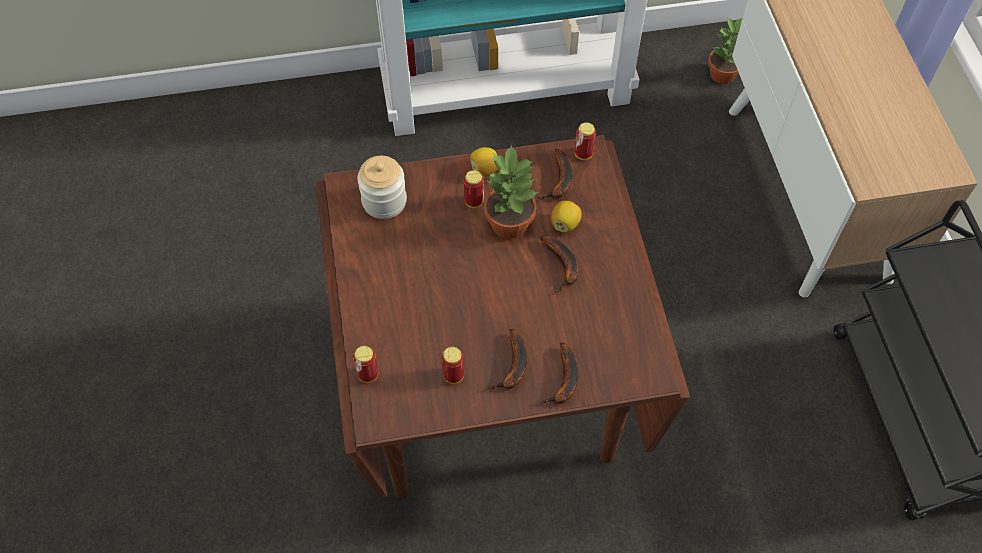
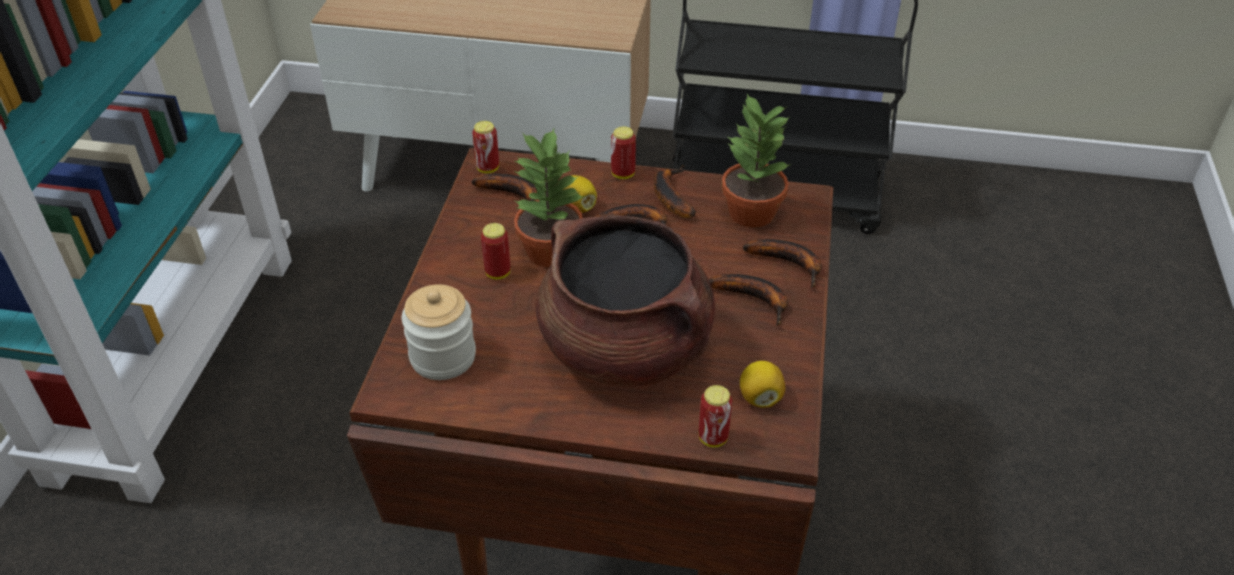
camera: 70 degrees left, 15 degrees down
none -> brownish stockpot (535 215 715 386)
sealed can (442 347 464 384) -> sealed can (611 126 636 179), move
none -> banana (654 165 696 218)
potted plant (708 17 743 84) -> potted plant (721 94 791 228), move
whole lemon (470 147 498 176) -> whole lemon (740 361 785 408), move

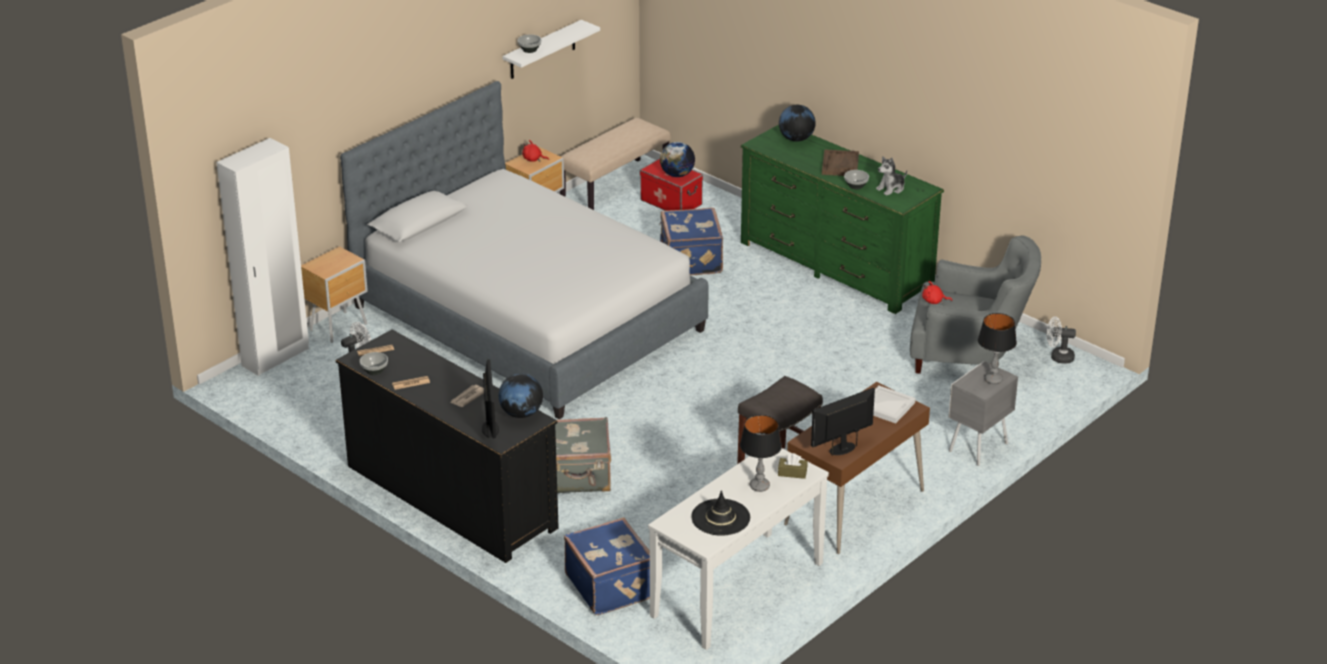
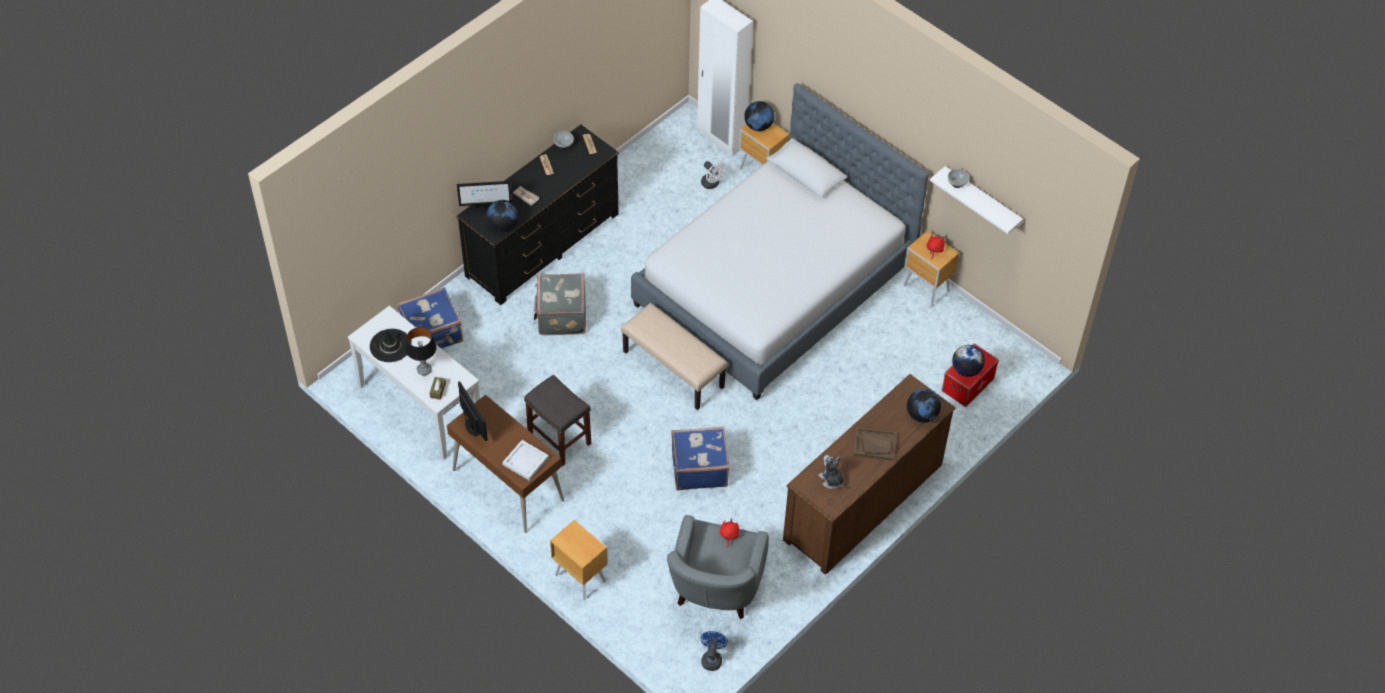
camera: 90 degrees right, 20 degrees up
grey night table (948 361 1018 466) -> brownish night table (550 520 608 600)
sand-coloured bench (560 118 671 210) -> sand-coloured bench (621 303 728 410), move
blue-coloured travel case (659 208 723 275) -> blue-coloured travel case (671 426 730 490), move
white-coloured cooling fan (1047 317 1076 364) -> blue-coloured cooling fan (701 631 728 671)
none -> desk globe (744 101 774 131)
green-coloured chest of drawers (741 125 944 314) -> brownish chest of drawers (783 374 956 575)
bowl (844 170 869 189) -> none
table lamp (978 313 1017 384) -> none

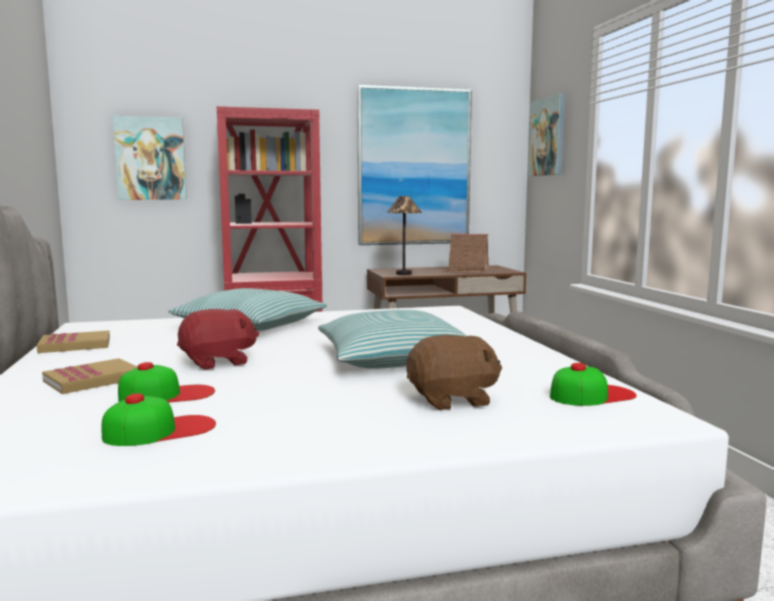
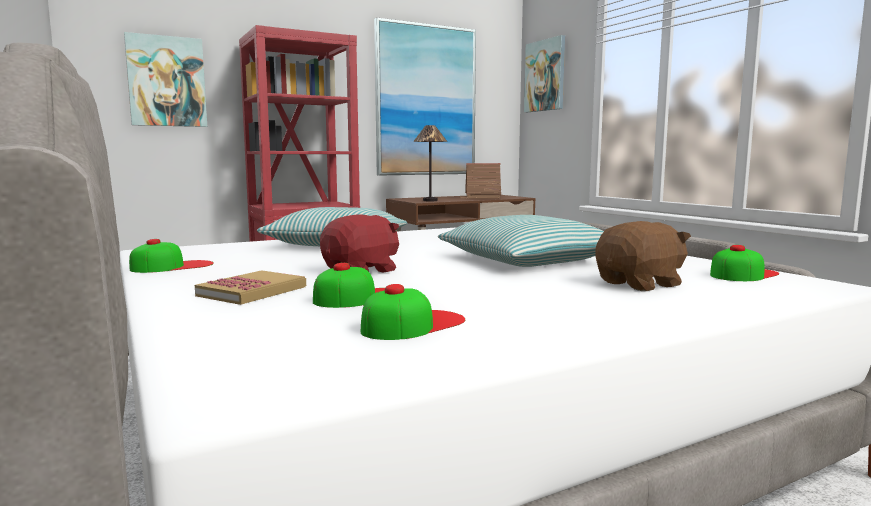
camera: 15 degrees left, 0 degrees up
volume (37 331 110 353) -> baseball cap (129 239 214 273)

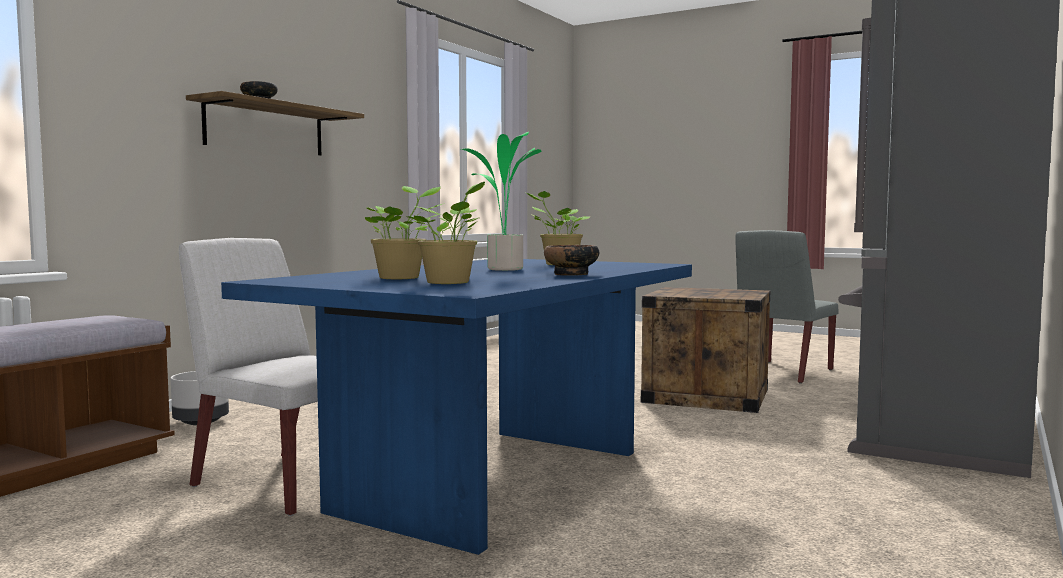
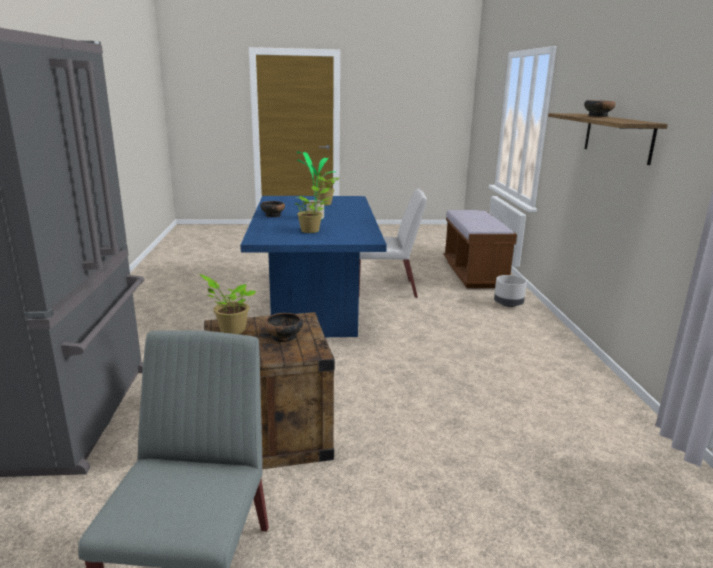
camera: 145 degrees right, 15 degrees up
potted plant (407 182 485 284) -> potted plant (199 274 256 334), move
none -> bowl (264 313 303 342)

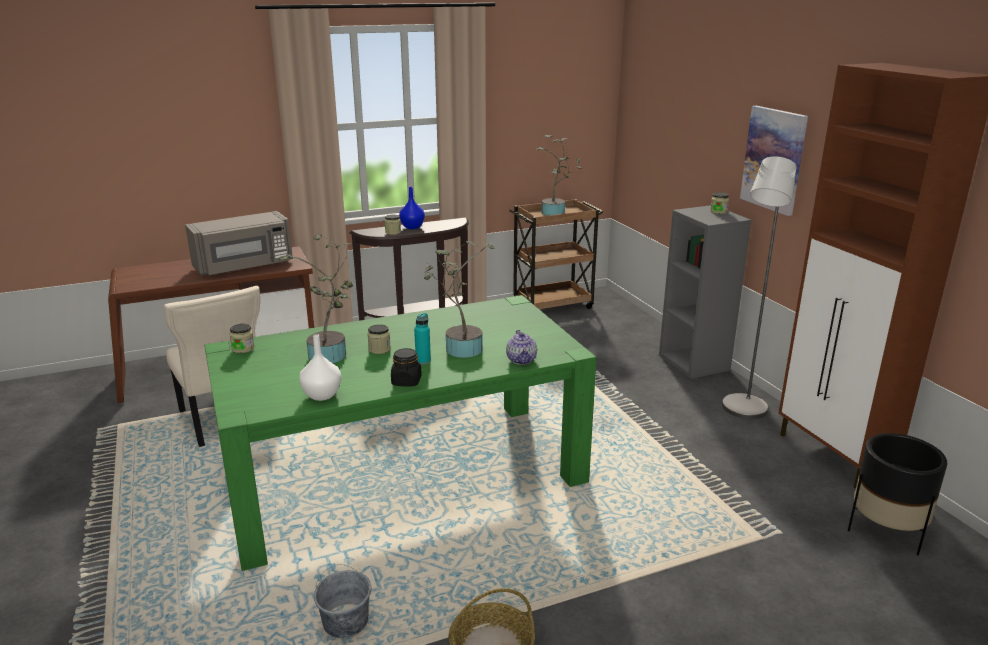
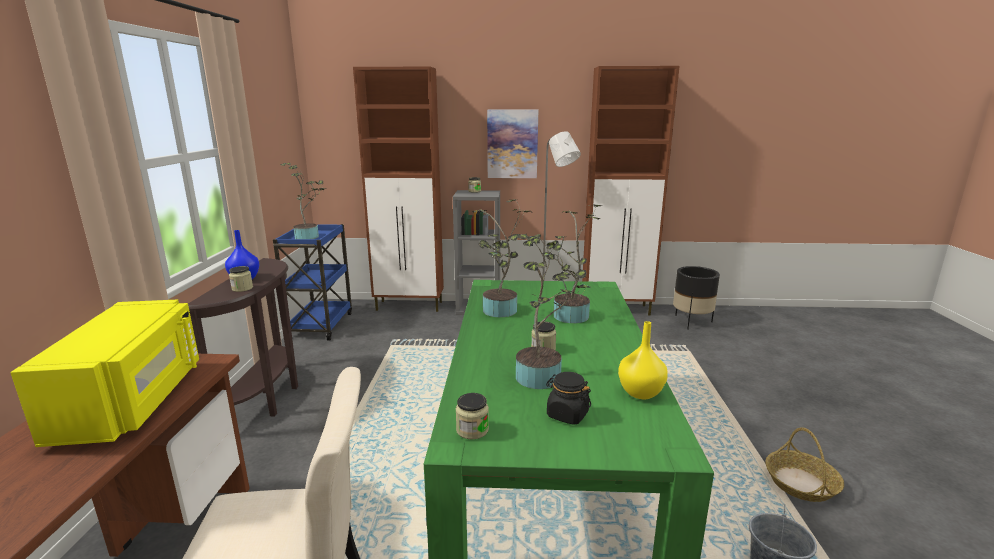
camera: 65 degrees left, 5 degrees down
grey kitchen microwave (185 211 293 275) -> yellow-coloured kitchen microwave (10 299 199 447)
brownish trolley (509 199 603 309) -> blue-coloured trolley (273 224 352 341)
none -> brownish cupboard (353 67 444 312)
none -> potted plant (472 200 532 317)
black jar (391 348 422 387) -> black jar (546 372 591 425), move
white-coloured vase (299 334 341 401) -> yellow-coloured vase (618 321 668 399)
turquoise-coloured drink bottle (414 313 431 365) -> none
pot for tea (506 330 537 365) -> none

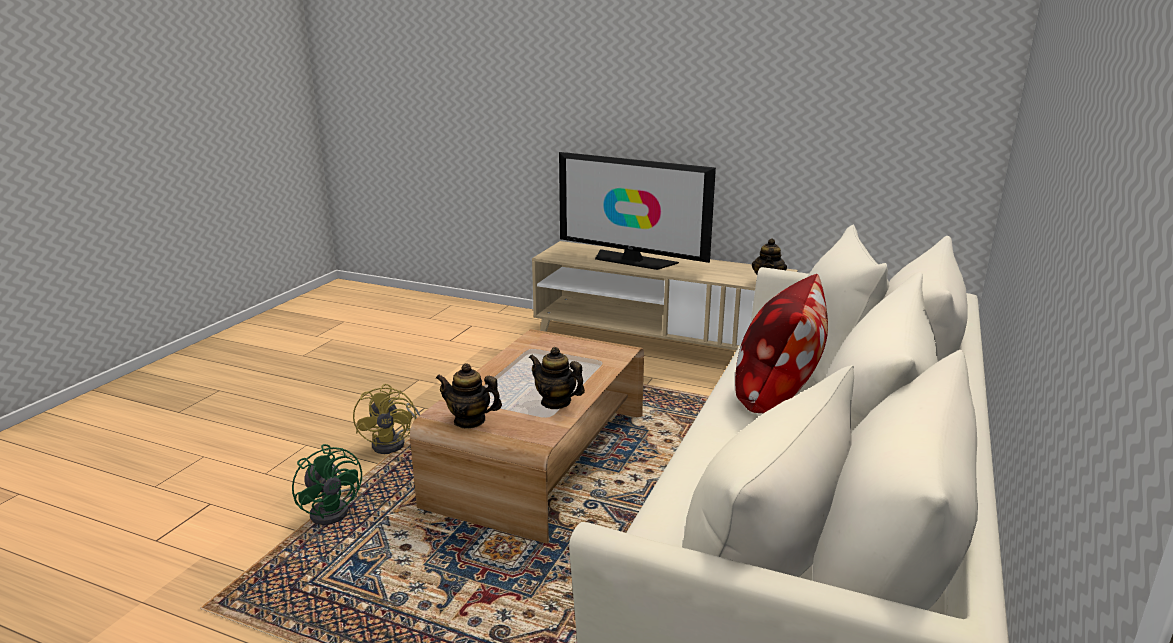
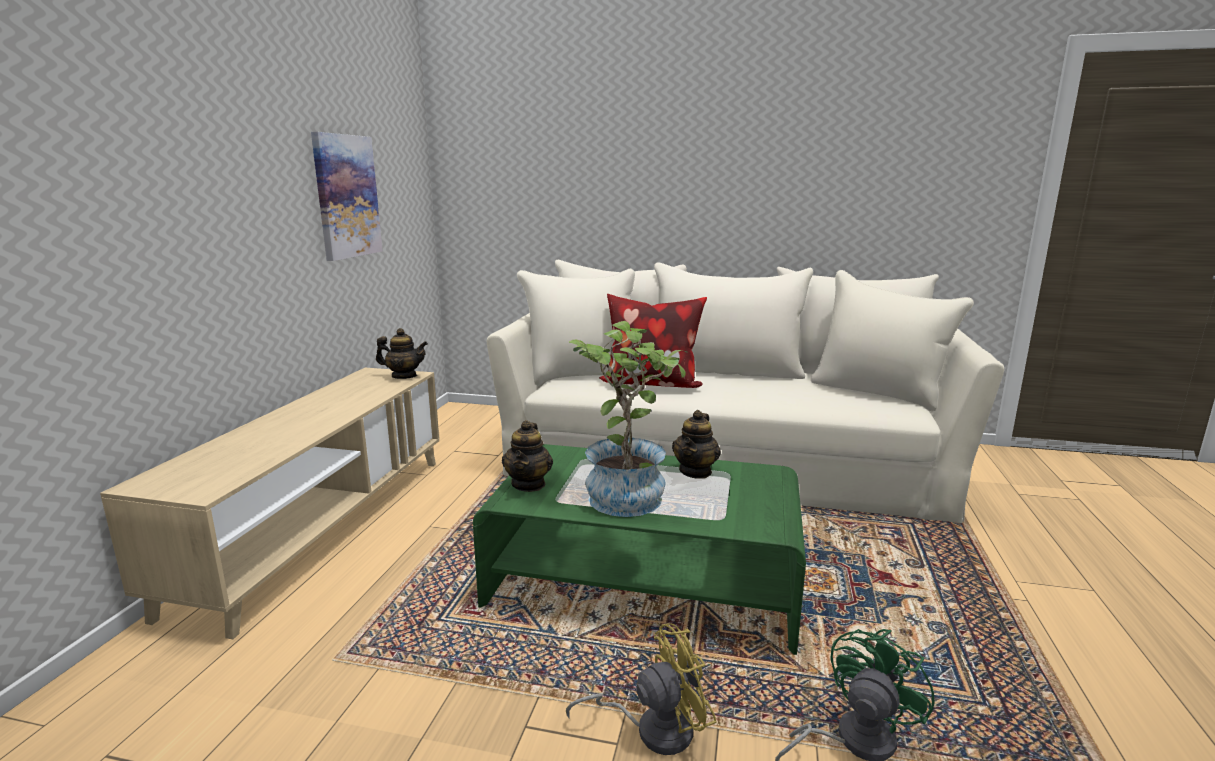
camera: 100 degrees left, 5 degrees down
none -> wall picture (311 132 383 261)
brownish low table (410 329 644 544) -> green-coloured low table (473 444 806 655)
pot for tea (436 363 502 429) -> pot for tea (502 420 553 492), move
none -> potted plant (569 321 688 517)
TV (559 152 716 270) -> none

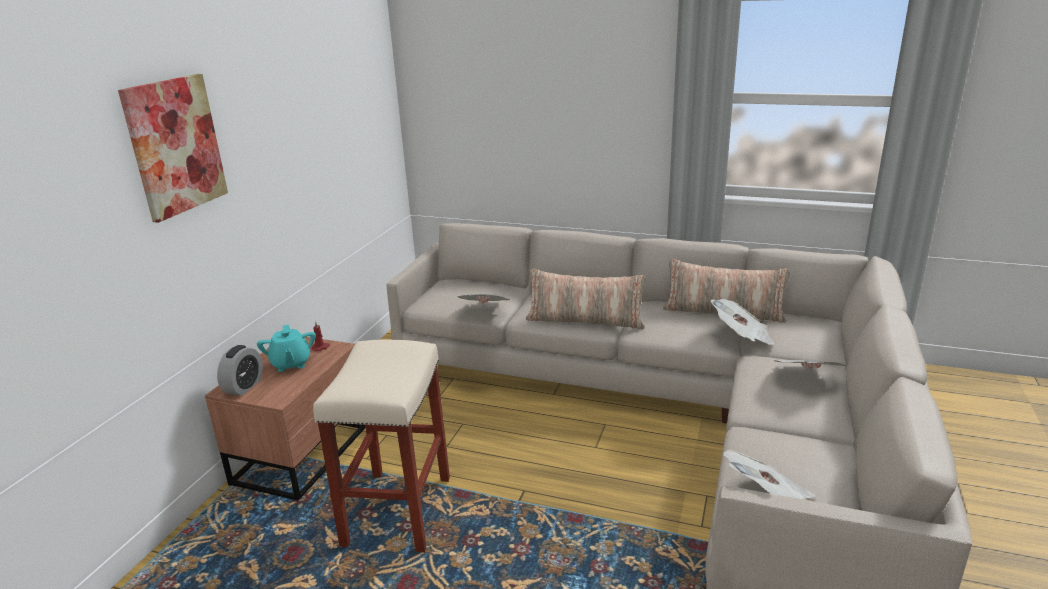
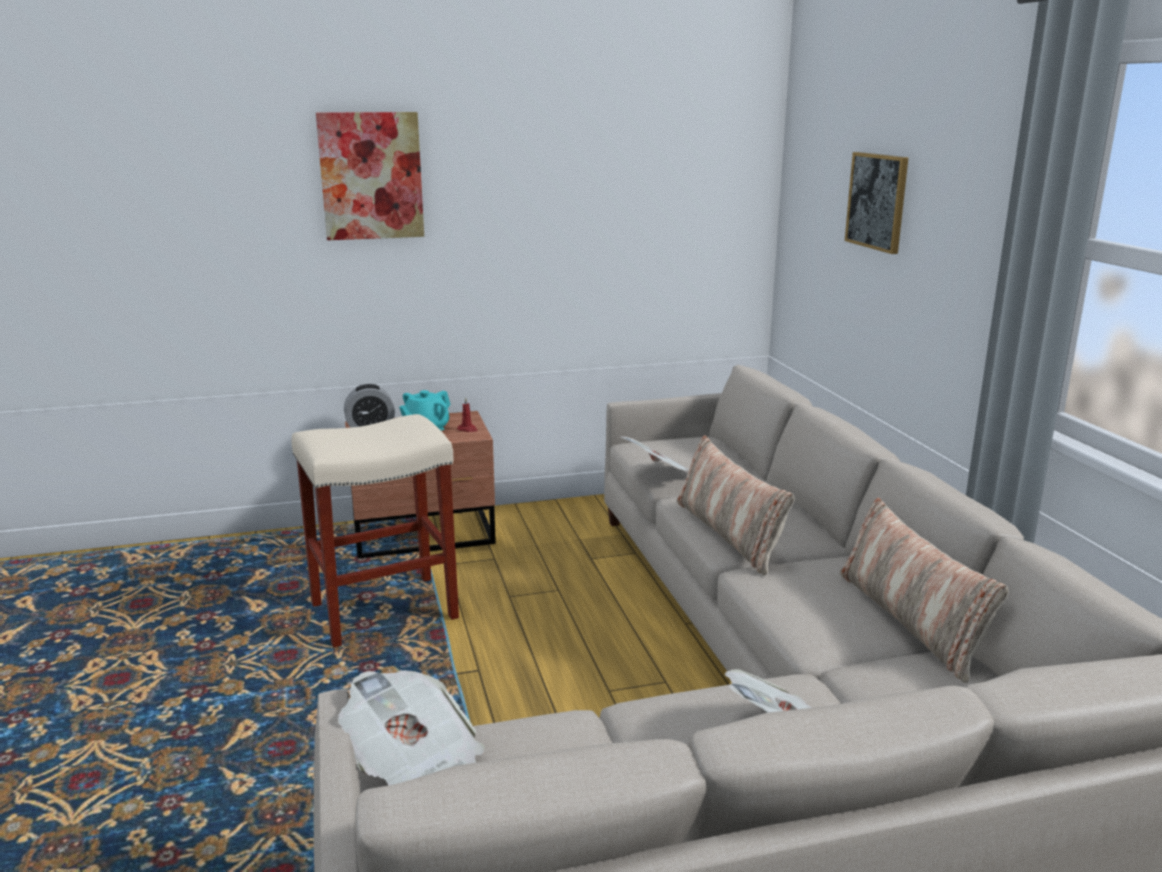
camera: 55 degrees right, 5 degrees down
none -> wall picture (845 152 908 254)
printed paper (711 299 775 346) -> none

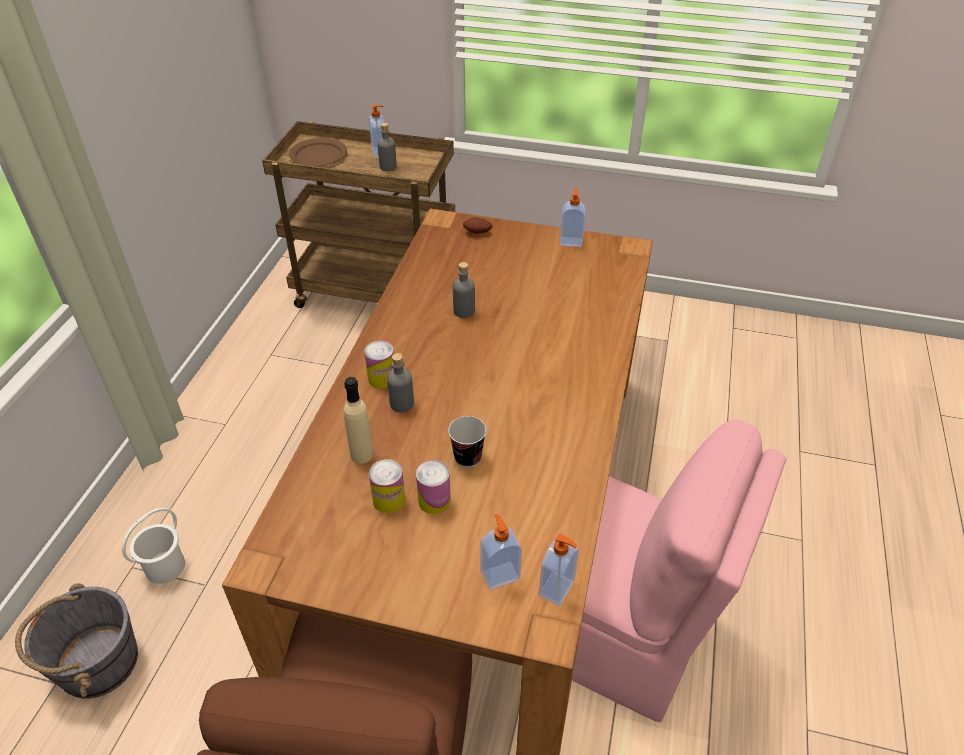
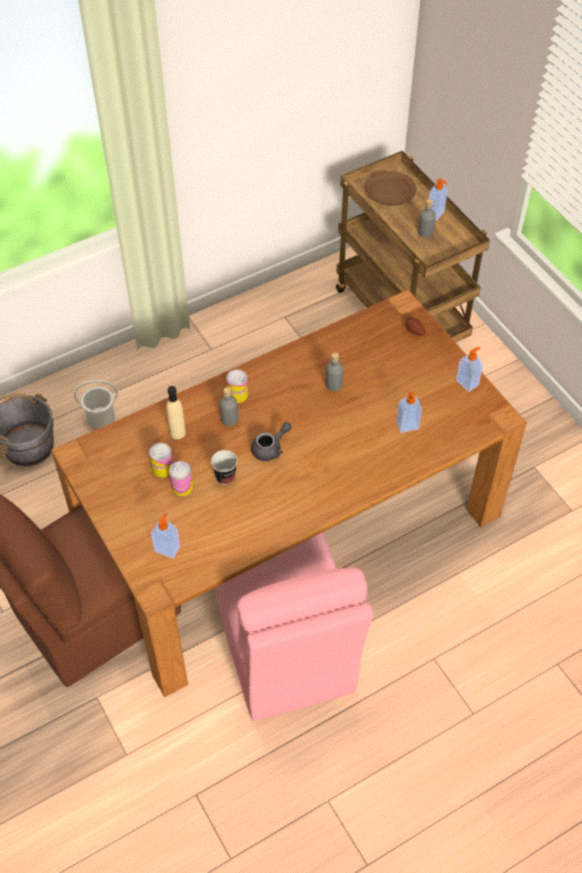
camera: 45 degrees right, 10 degrees up
none -> grey pot for tea (251 422 292 461)
liquid soap bottle (539 534 579 606) -> liquid soap bottle (396 392 422 433), move

